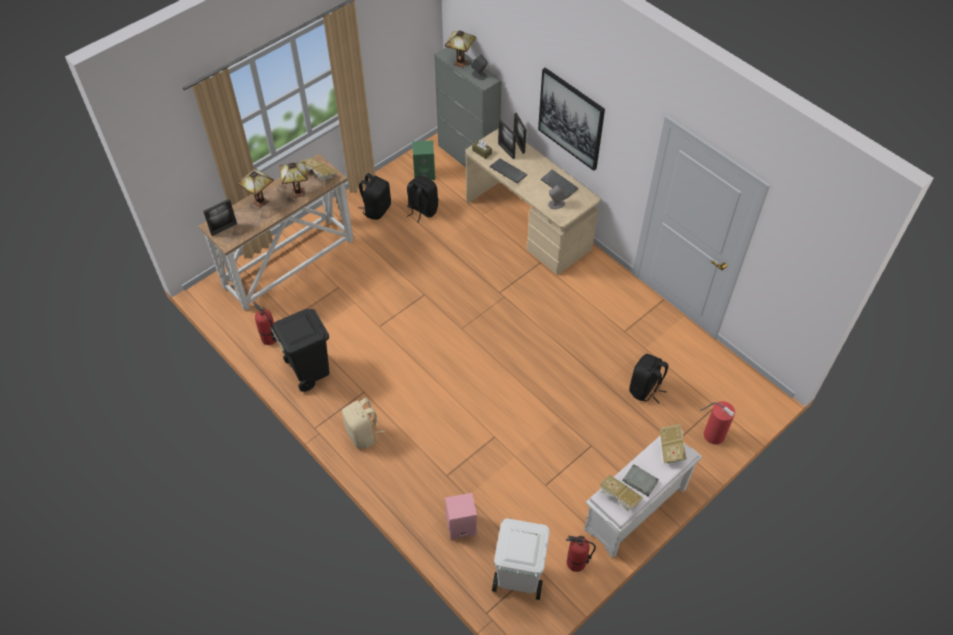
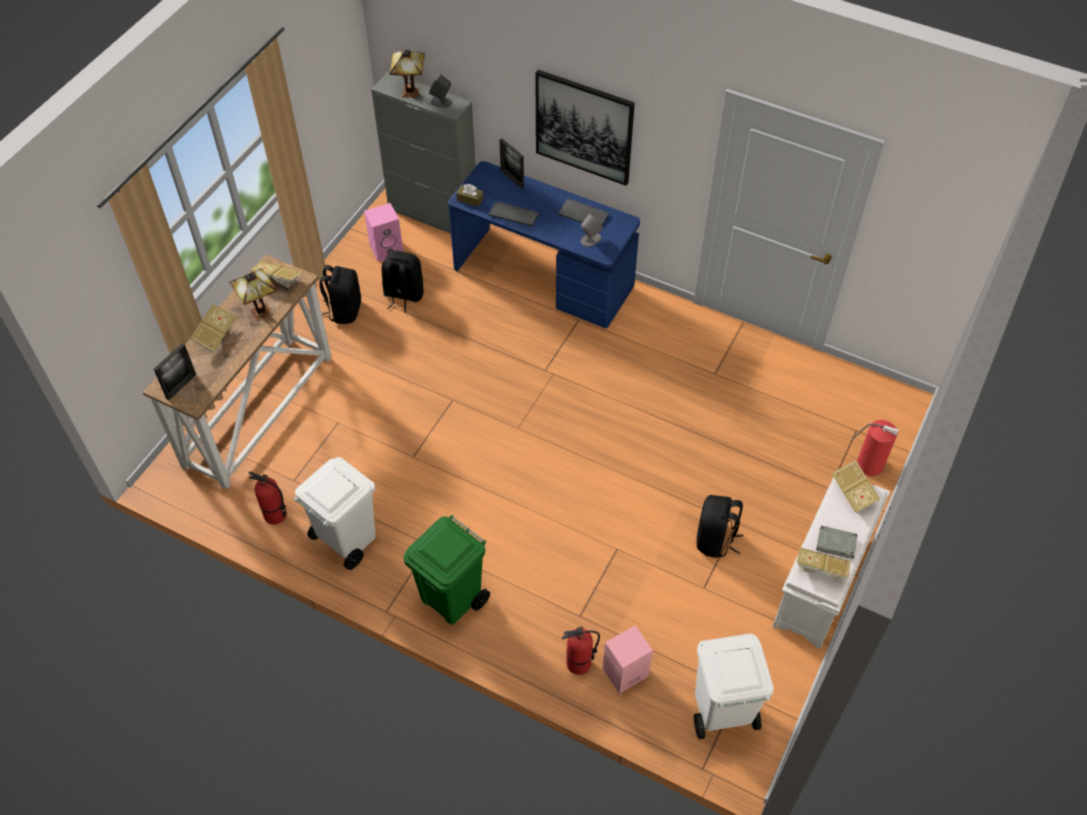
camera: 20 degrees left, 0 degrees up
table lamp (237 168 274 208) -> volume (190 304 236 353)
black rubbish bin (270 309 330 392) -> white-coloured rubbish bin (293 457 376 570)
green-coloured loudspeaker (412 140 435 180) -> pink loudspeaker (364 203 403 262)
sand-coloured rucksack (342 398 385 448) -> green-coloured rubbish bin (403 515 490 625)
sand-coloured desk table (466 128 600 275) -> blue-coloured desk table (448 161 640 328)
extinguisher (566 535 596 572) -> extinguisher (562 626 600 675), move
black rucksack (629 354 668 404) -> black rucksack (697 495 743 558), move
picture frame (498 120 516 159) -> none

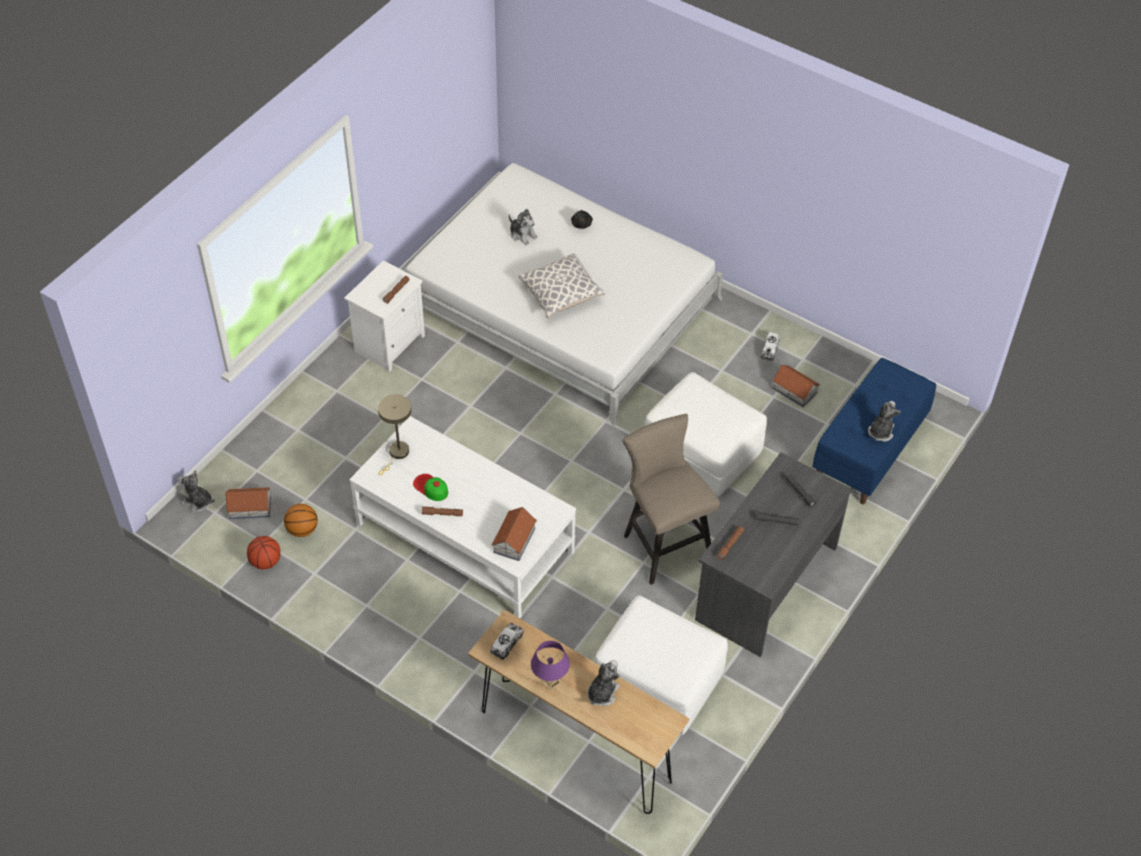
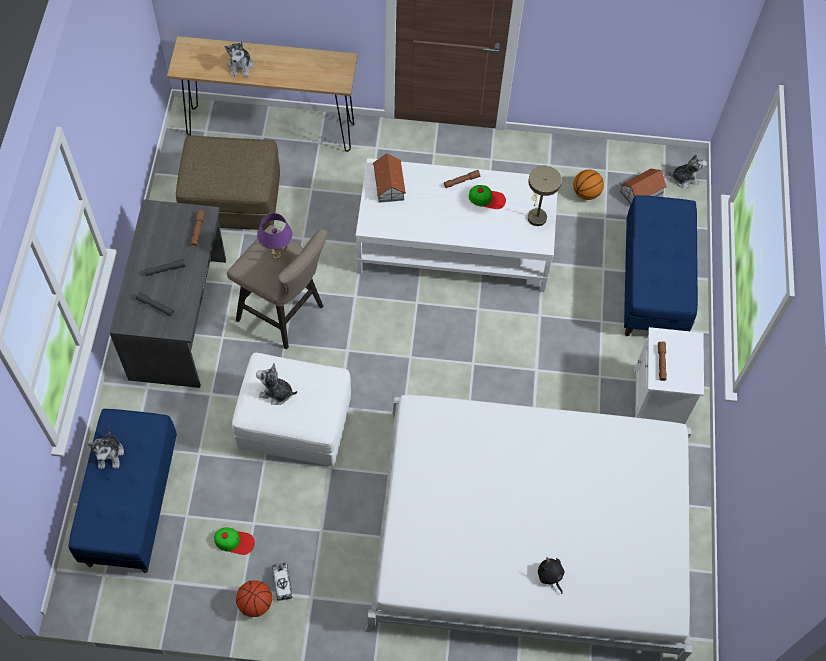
camera: 150 degrees right, 10 degrees up
white-coloured footrest (594 596 728 735) -> brownish footrest (176 135 280 230)
model house (772 365 820 407) -> baseball cap (214 527 255 555)
basketball (247 536 281 569) -> basketball (236 580 272 617), move
plush toy (509 209 538 245) -> plush toy (256 363 297 405), move
purplish table lamp (531 641 570 690) -> purplish table lamp (257 213 292 259), move
none -> blue-coloured bench (624 195 698 336)
toy lorry (490 622 524 660) -> none
cushion (518 253 605 319) -> none

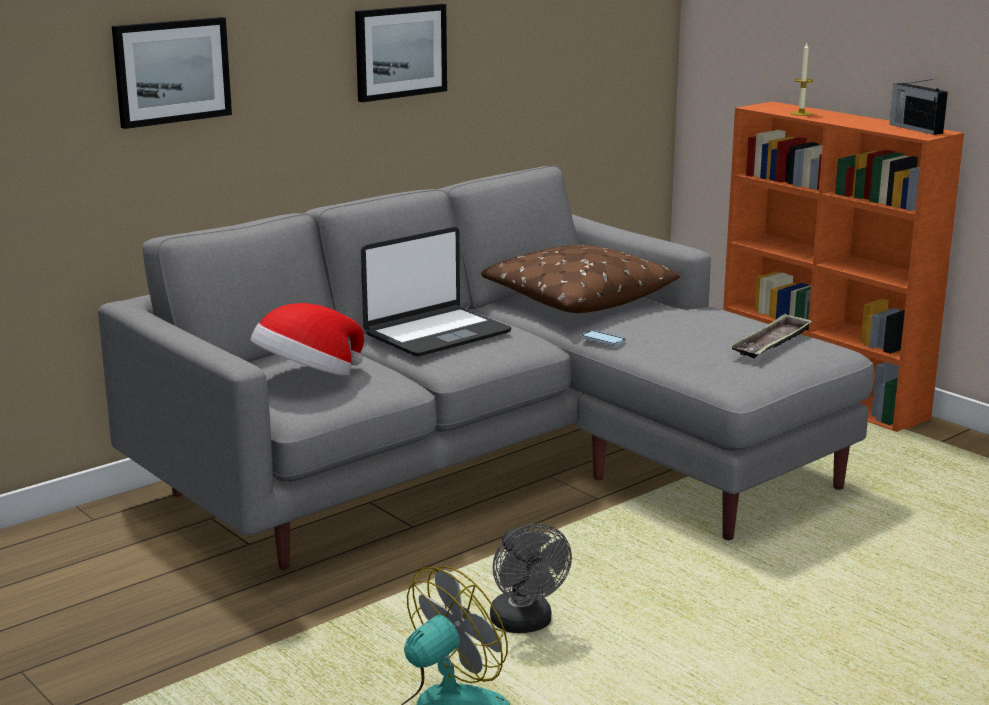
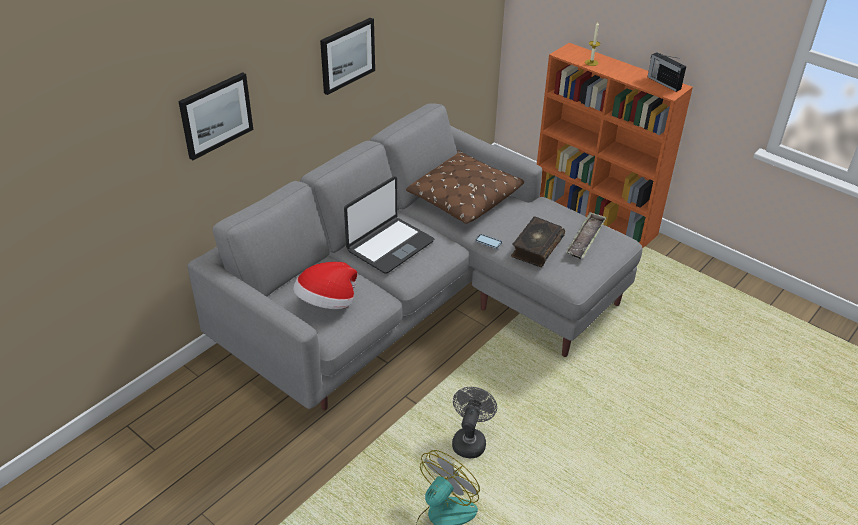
camera: 10 degrees left, 20 degrees up
grey cooling fan (490 523 572 633) -> grey cooling fan (452 387 497 458), 135 degrees counterclockwise
none -> volume (511 216 565 267)

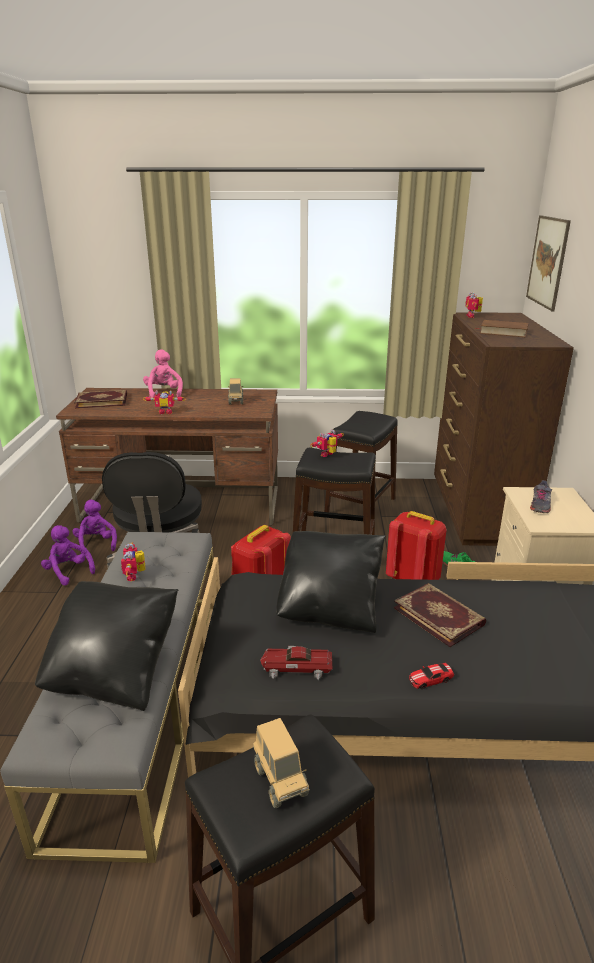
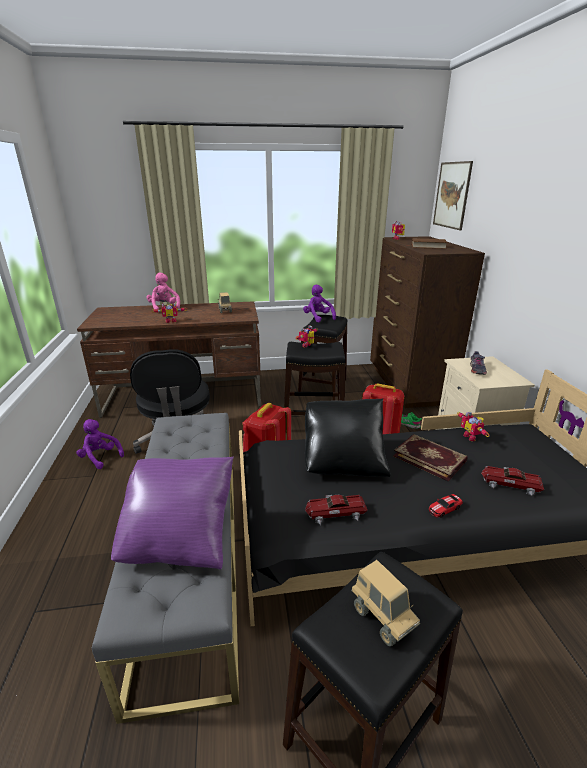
camera: 10 degrees left, 0 degrees up
black cushion (35 581 179 711) -> purplish cushion (111 457 234 569)
purplish plush toy (72 500 117 554) -> purplish plush toy (303 284 336 323), move
robot figure (121 542 145 581) -> robot figure (457 412 490 441), move
none -> miniature car (481 466 544 496)
volume (74 390 127 409) -> none

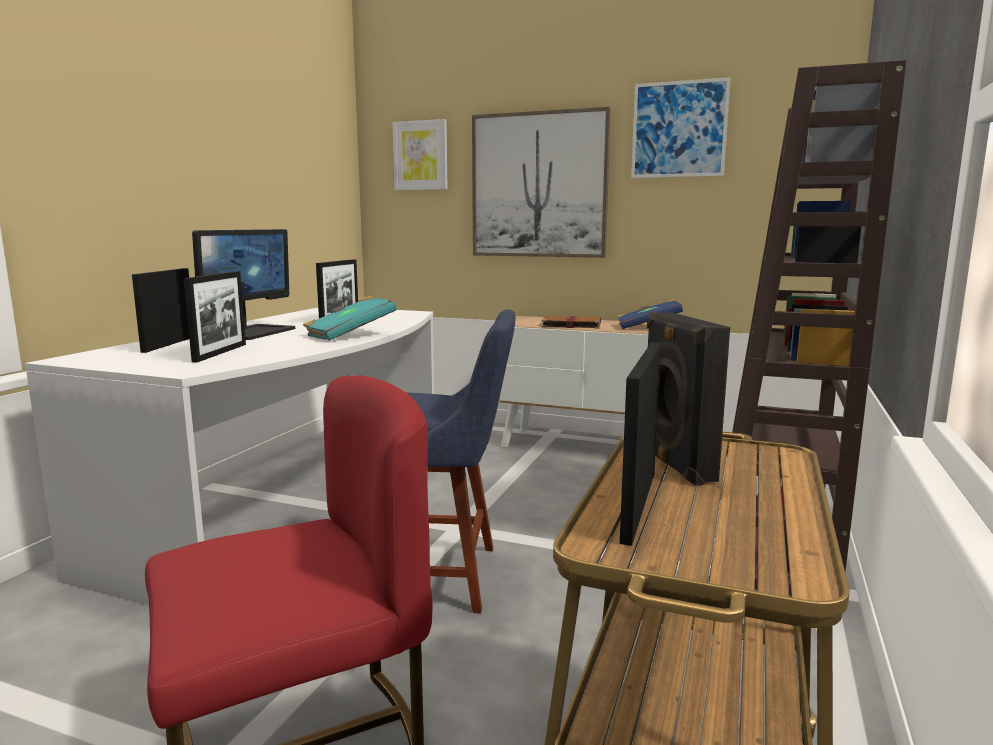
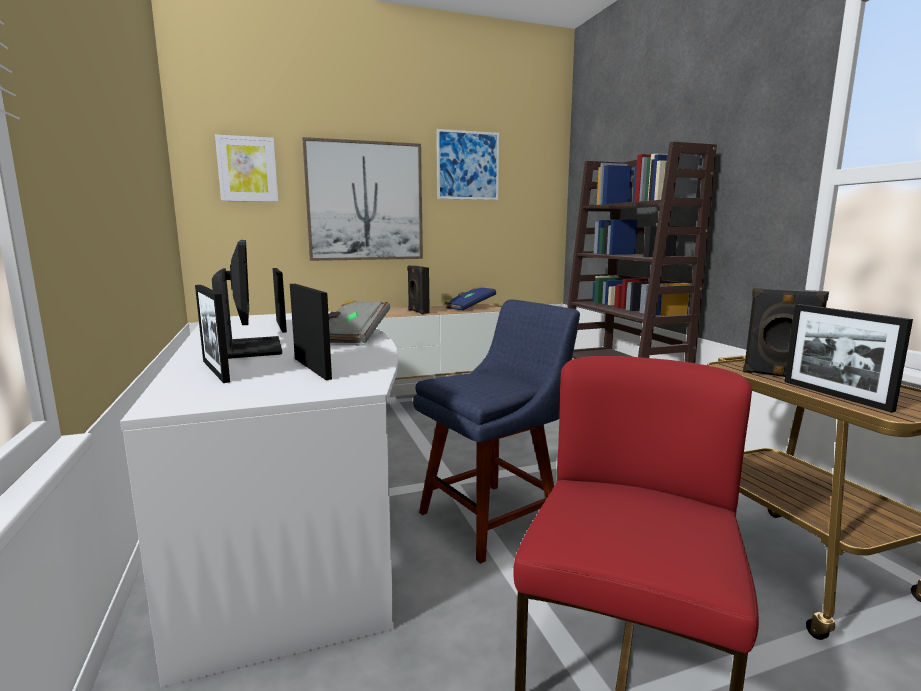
camera: 40 degrees left, 0 degrees up
turquoise-coloured volume (303 296 397 341) -> grey volume (329 300 390 343)
brownish volume (538 316 601 329) -> black loudspeaker (407 265 430 314)

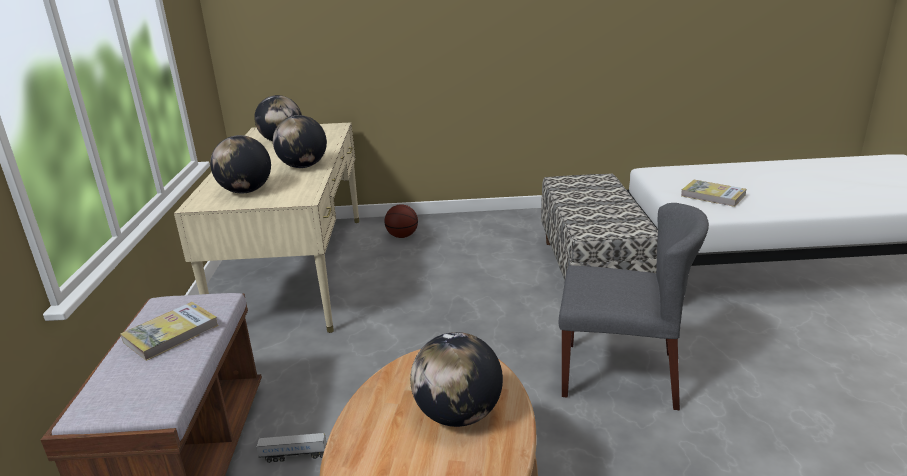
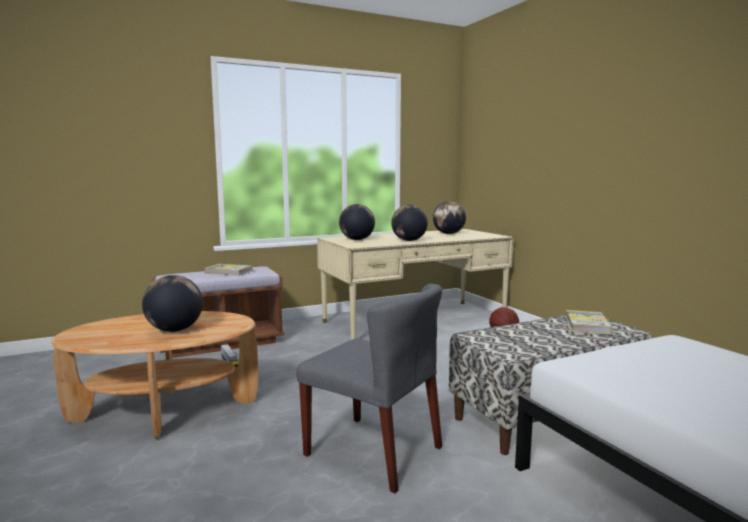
camera: 65 degrees right, 15 degrees down
grey upright chair (559 203 709 410) -> grey upright chair (296 284 442 493), 45 degrees counterclockwise
volume (681 180 746 207) -> volume (566 310 612 335), move

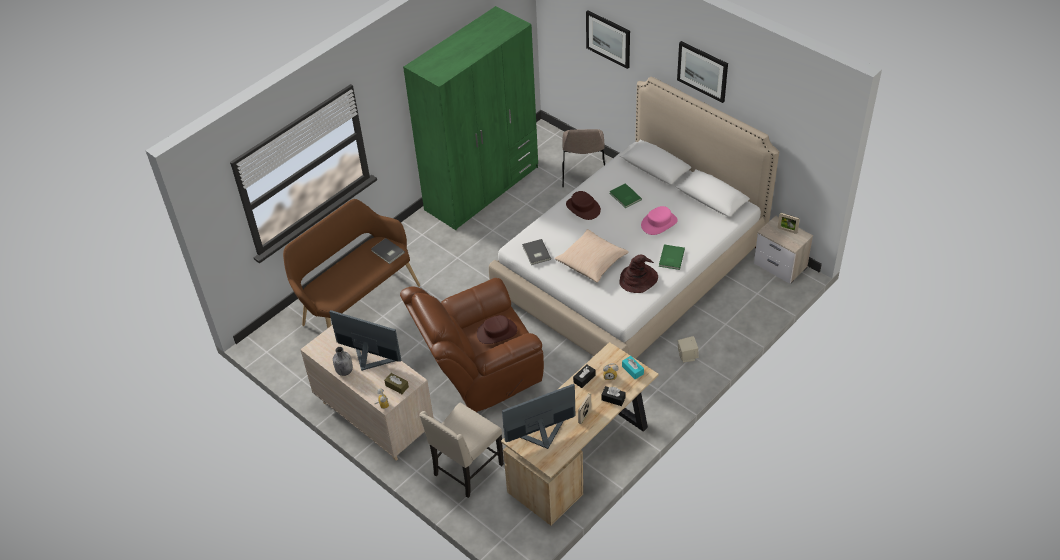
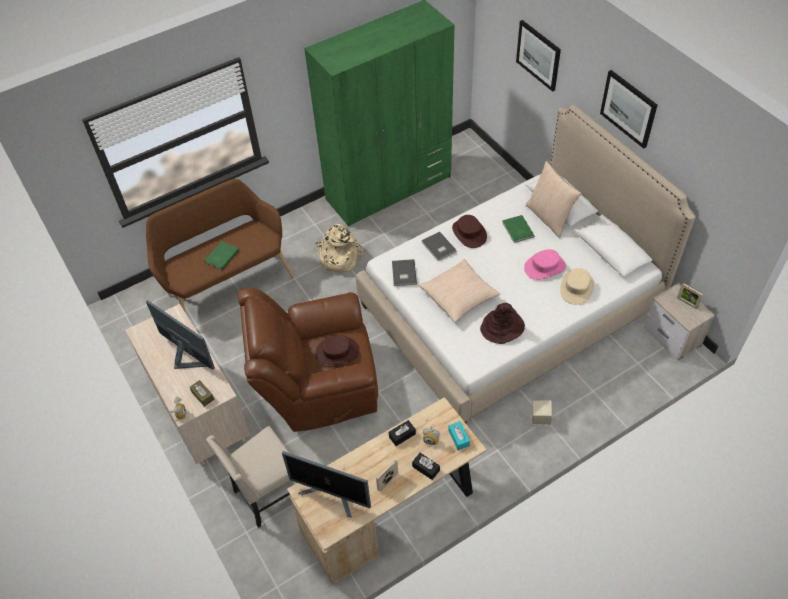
camera: 15 degrees right, 5 degrees up
green-coloured volume (659 245 685 270) -> green-coloured volume (204 241 239 270), move
computer screen (502 384 575 449) -> computer screen (282 451 371 517), 150 degrees counterclockwise
none -> sand-coloured rucksack (315 224 364 272)
grey volume (371 238 405 264) -> grey volume (422 232 457 261), move
none -> sand-coloured cushion (526 161 581 238)
none -> sand-coloured clothing hat (560 268 594 305)
grey drink bottle (333 347 353 376) -> none
sand-coloured upright chair (562 129 605 187) -> none

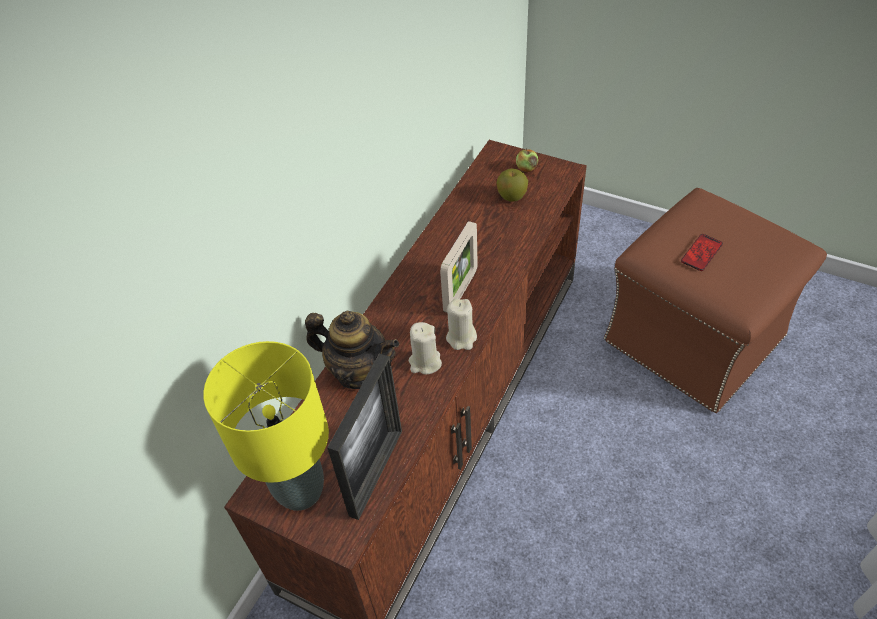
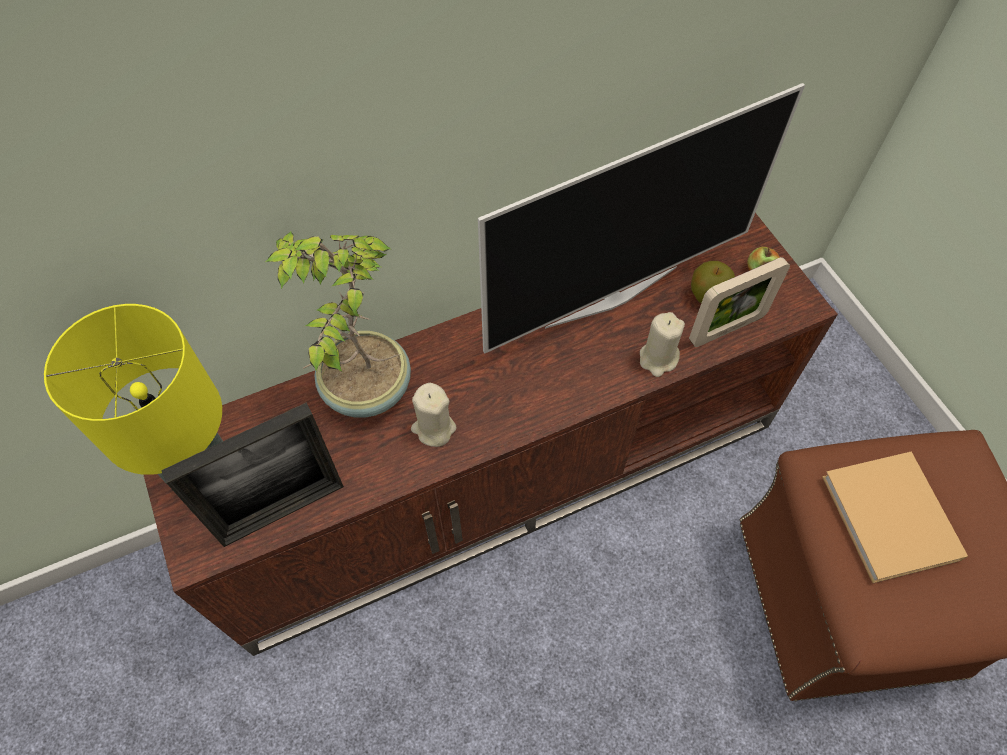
camera: 35 degrees right, 10 degrees up
pot for tea (305 311 399 389) -> potted plant (265 231 411 418)
none -> TV (478 83 805 354)
sand-coloured wax candle (446 298 477 350) -> sand-coloured wax candle (640 312 685 377), move
picture frame (440 221 478 313) -> picture frame (689 257 790 347), move
telephone (681 234 723 271) -> sand-coloured volume (822 452 968 583)

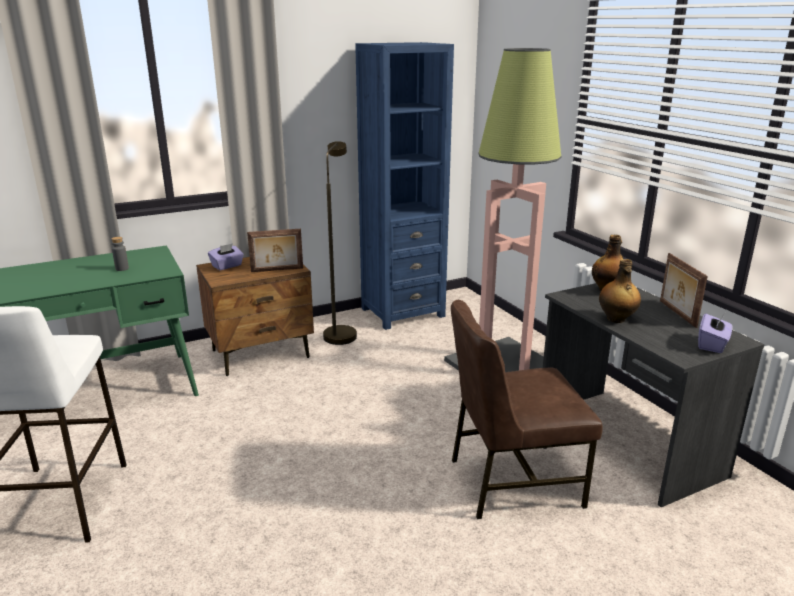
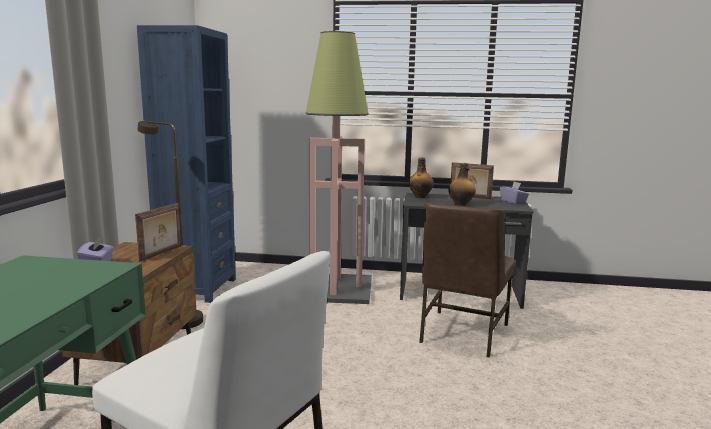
camera: 55 degrees left, 10 degrees down
grey drink bottle (111 237 129 271) -> none

